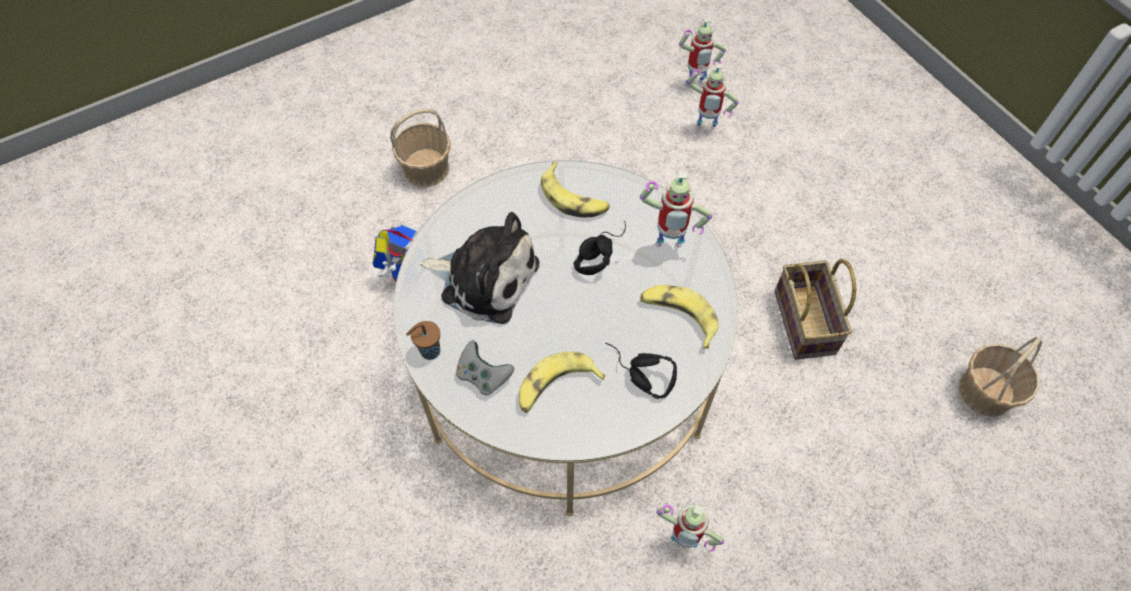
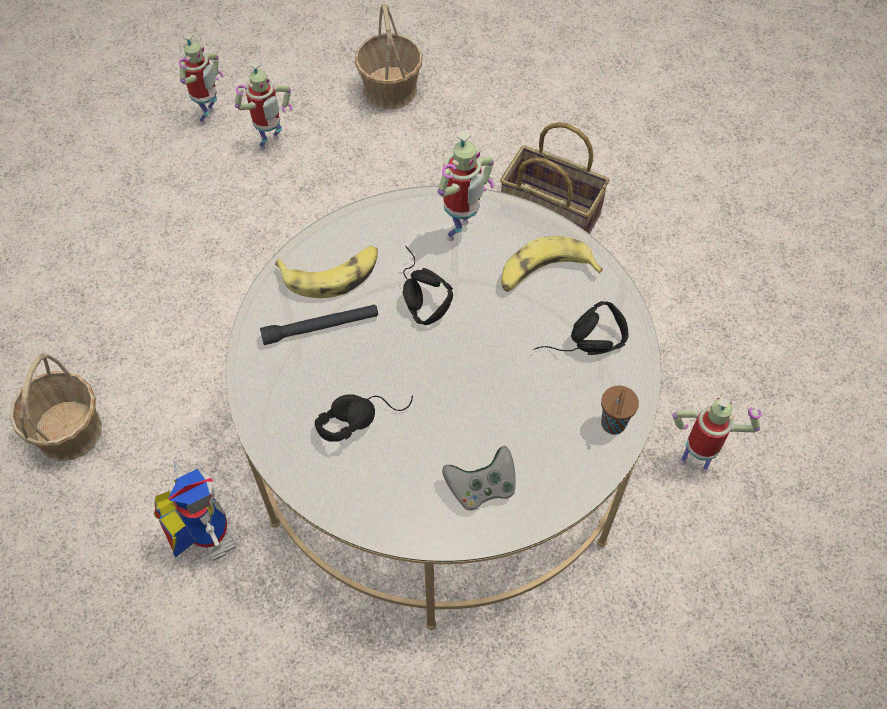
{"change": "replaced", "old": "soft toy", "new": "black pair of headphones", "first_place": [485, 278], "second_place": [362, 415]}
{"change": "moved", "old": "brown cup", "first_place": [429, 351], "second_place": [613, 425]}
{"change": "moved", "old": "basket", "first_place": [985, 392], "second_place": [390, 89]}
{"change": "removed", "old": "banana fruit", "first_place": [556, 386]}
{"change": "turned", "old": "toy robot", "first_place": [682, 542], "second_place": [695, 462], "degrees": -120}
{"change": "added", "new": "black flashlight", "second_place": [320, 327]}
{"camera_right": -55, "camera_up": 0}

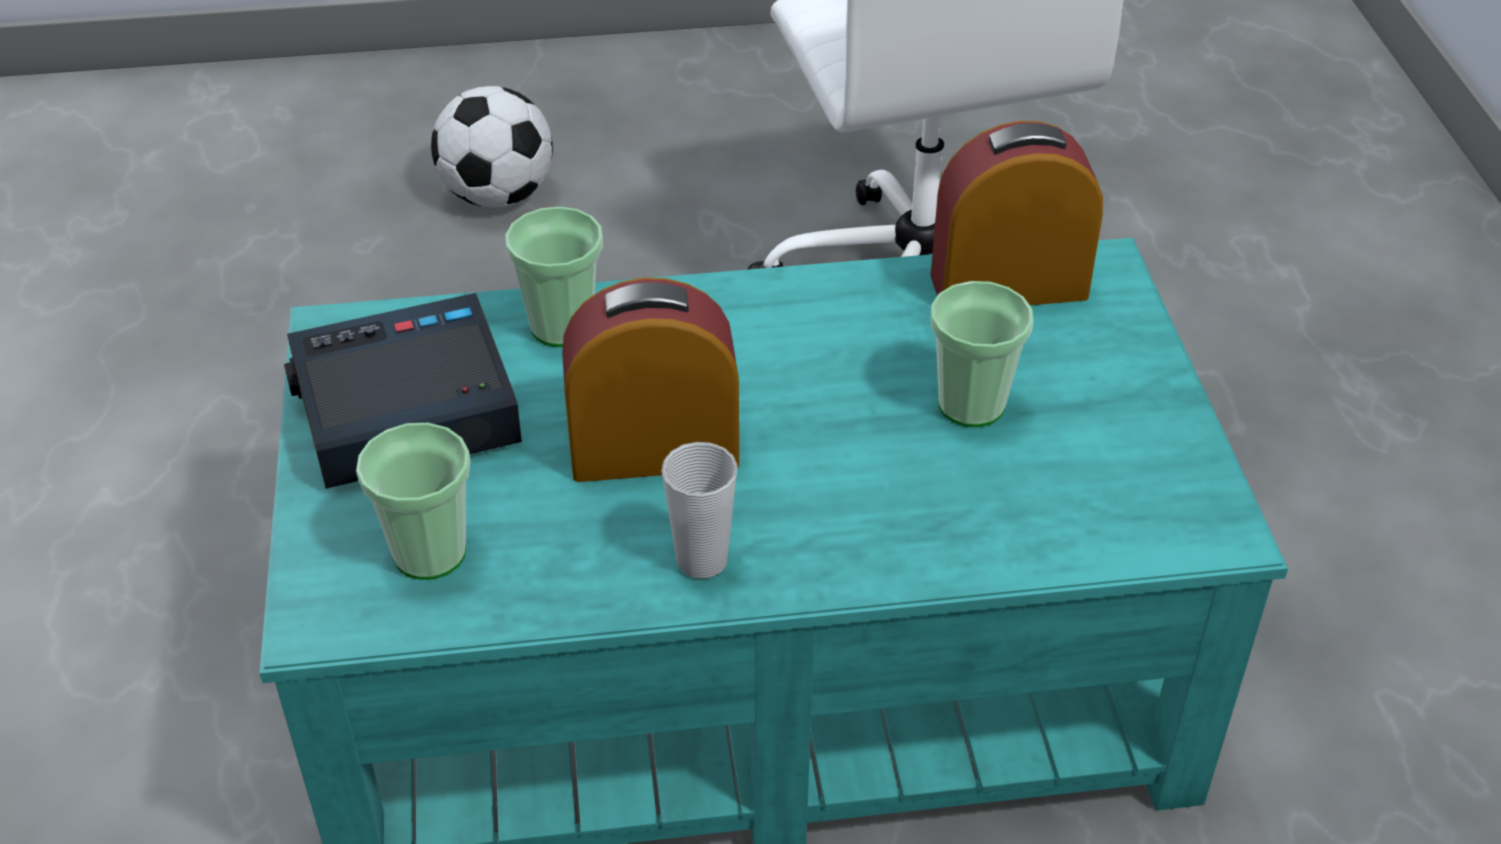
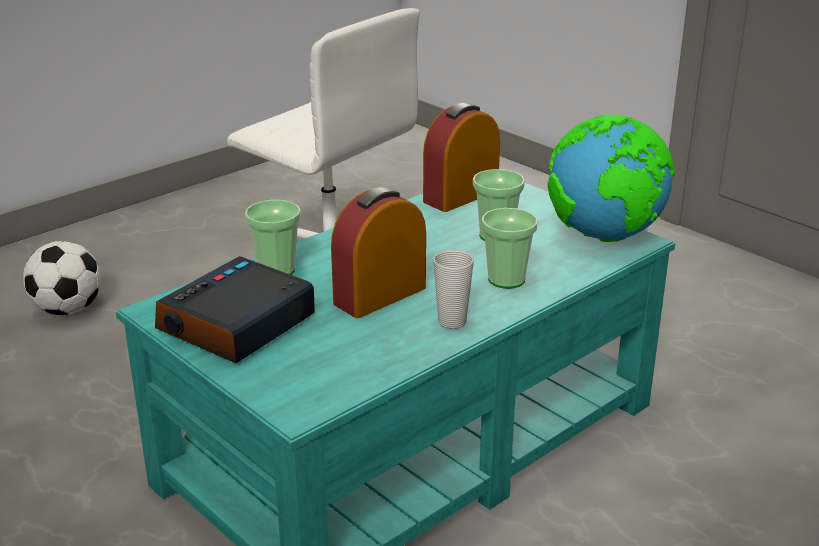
{"change": "moved", "old": "cup", "first_place": [429, 553], "second_place": [506, 279]}
{"change": "added", "new": "globe", "second_place": [606, 237]}
{"camera_right": -35, "camera_up": -15}

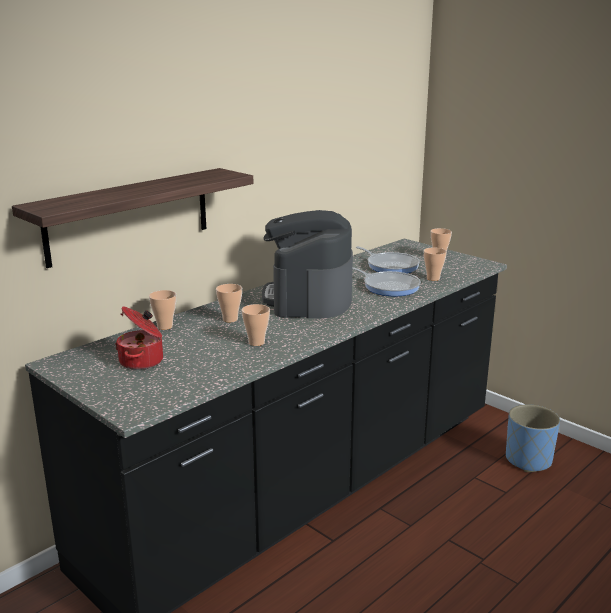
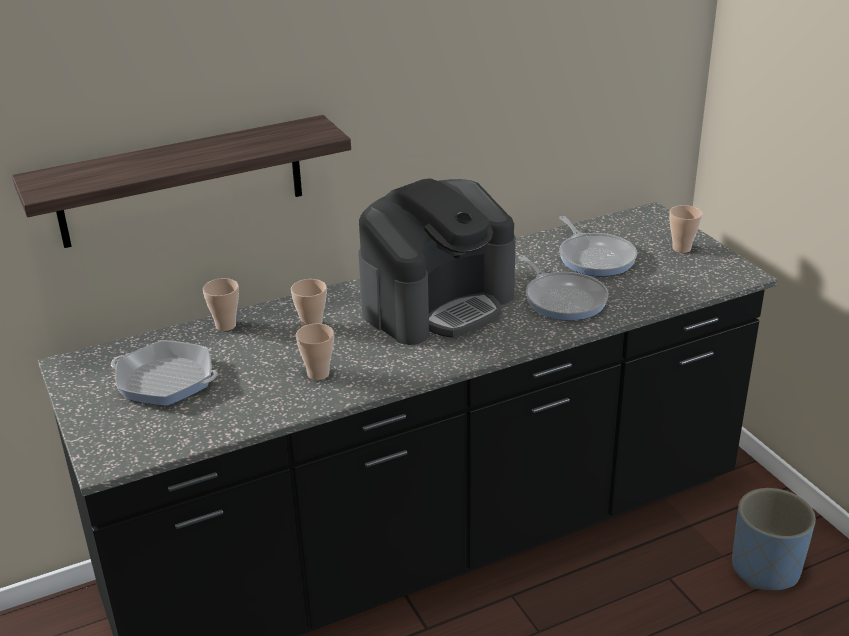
{"change": "turned", "old": "coffee maker", "first_place": [308, 298], "second_place": [437, 303], "degrees": -150}
{"change": "removed", "old": "cup", "first_place": [433, 278]}
{"change": "replaced", "old": "cooking pot", "new": "frying pan", "first_place": [143, 361], "second_place": [165, 380]}
{"camera_right": 20, "camera_up": 10}

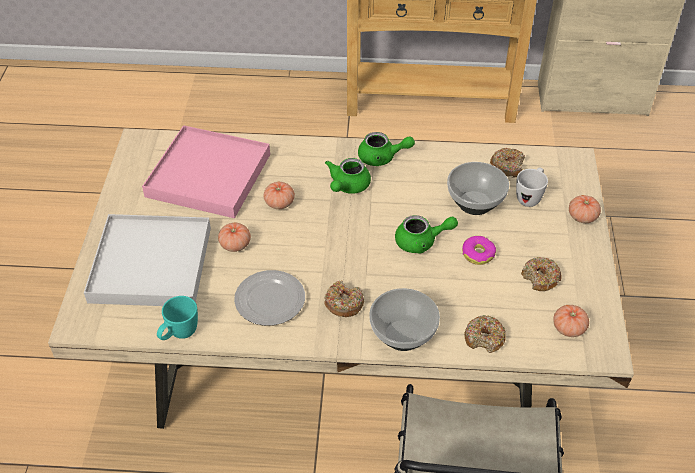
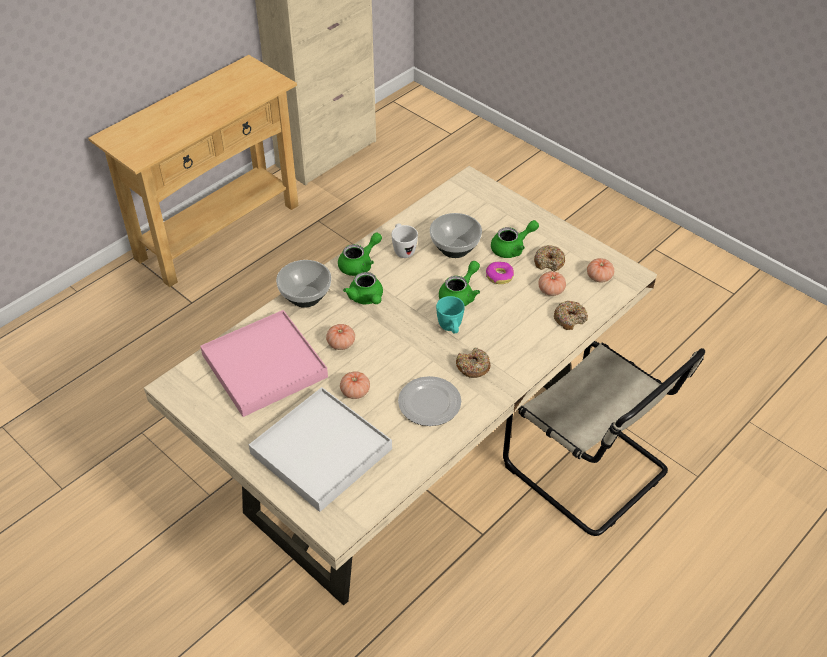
{"change": "removed", "old": "doughnut", "first_place": [507, 166]}
{"change": "moved", "old": "whitish coffee mug", "first_place": [530, 197], "second_place": [403, 250]}
{"change": "moved", "old": "fresh tomato", "first_place": [582, 217], "second_place": [551, 290]}
{"change": "moved", "old": "serving bowl", "first_place": [402, 334], "second_place": [305, 296]}
{"change": "moved", "old": "turquoise coffee mug", "first_place": [179, 335], "second_place": [451, 329]}
{"change": "added", "new": "greenish pot for tea", "second_place": [512, 248]}
{"camera_right": -50, "camera_up": 0}

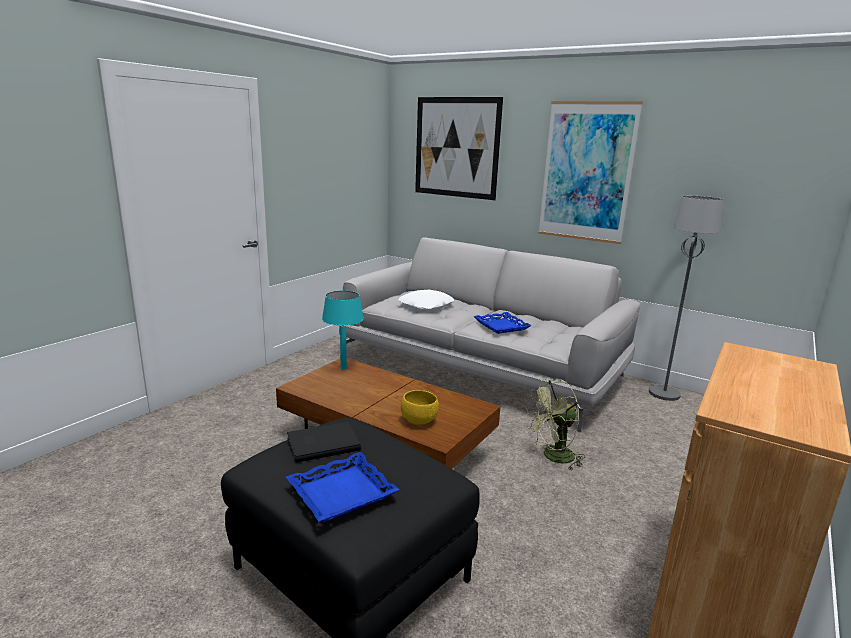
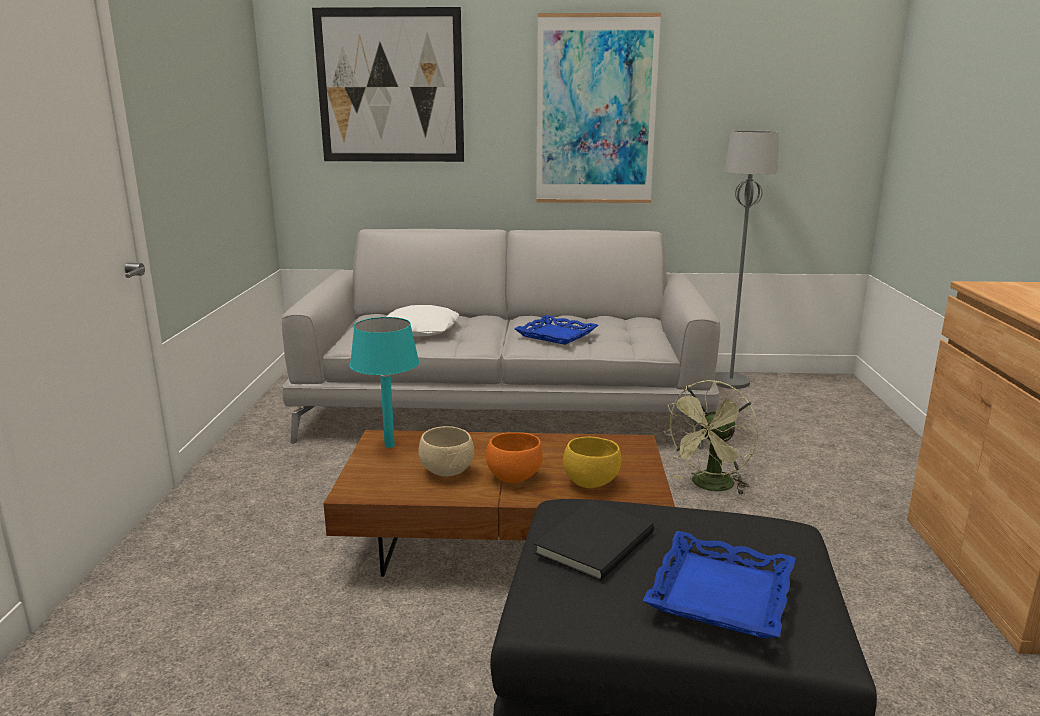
{"change": "added", "new": "sand-coloured serving bowl", "second_place": [448, 472]}
{"change": "added", "new": "orange serving bowl", "second_place": [513, 477]}
{"camera_right": -30, "camera_up": 0}

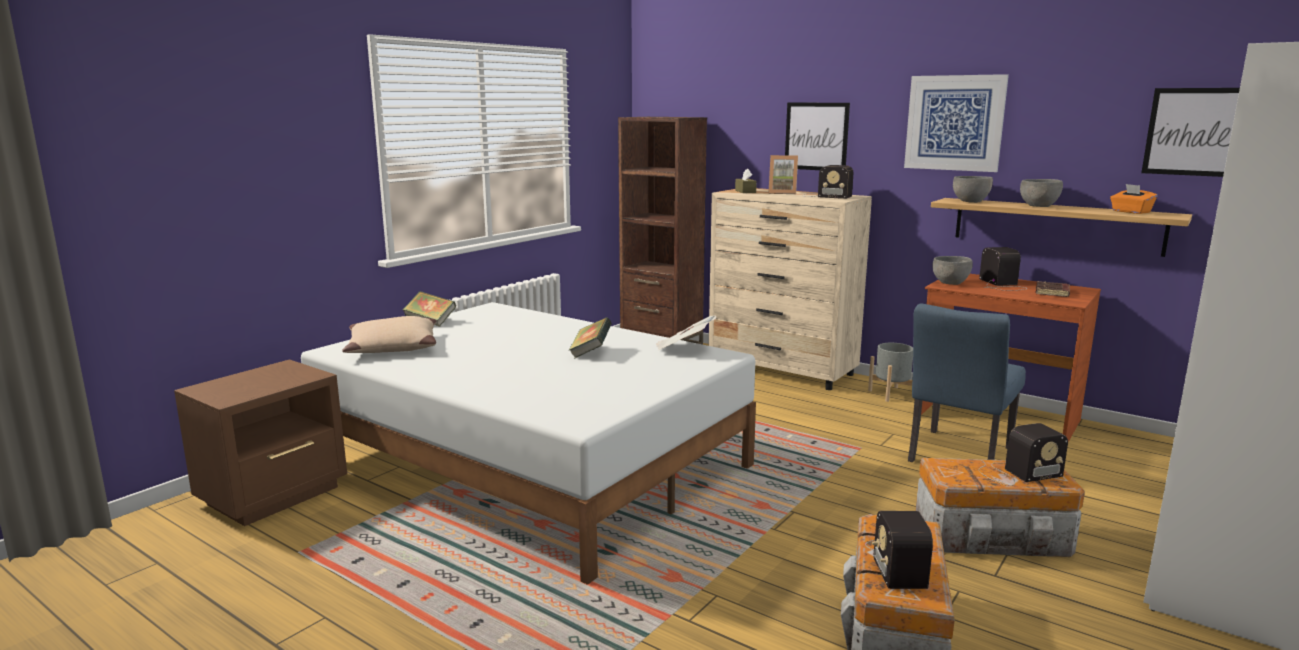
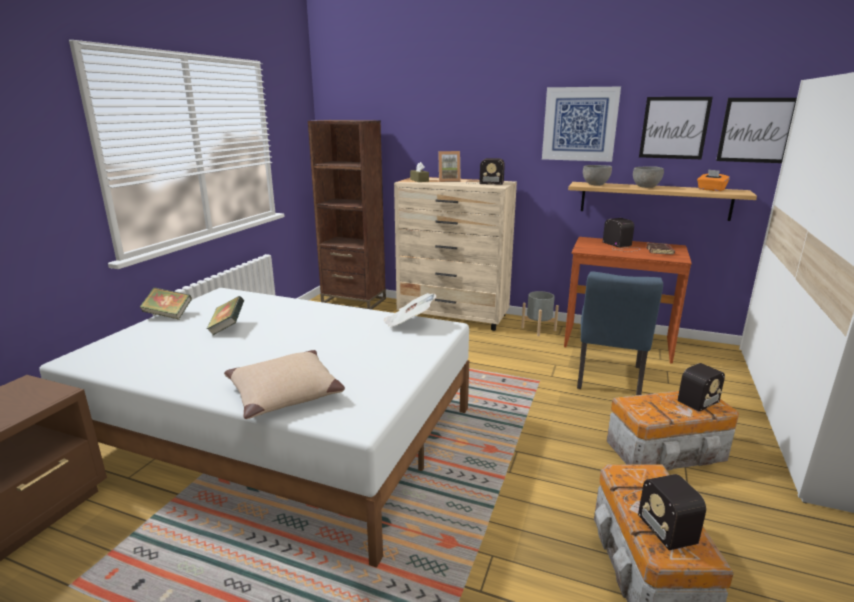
{"change": "moved", "old": "picture", "first_place": [816, 136], "second_place": [674, 128]}
{"change": "removed", "old": "gray serving bowl", "first_place": [950, 283]}
{"change": "moved", "old": "sand-coloured pillow", "first_place": [393, 347], "second_place": [285, 394]}
{"change": "moved", "old": "bound book", "first_place": [590, 352], "second_place": [227, 327]}
{"camera_right": -15, "camera_up": 5}

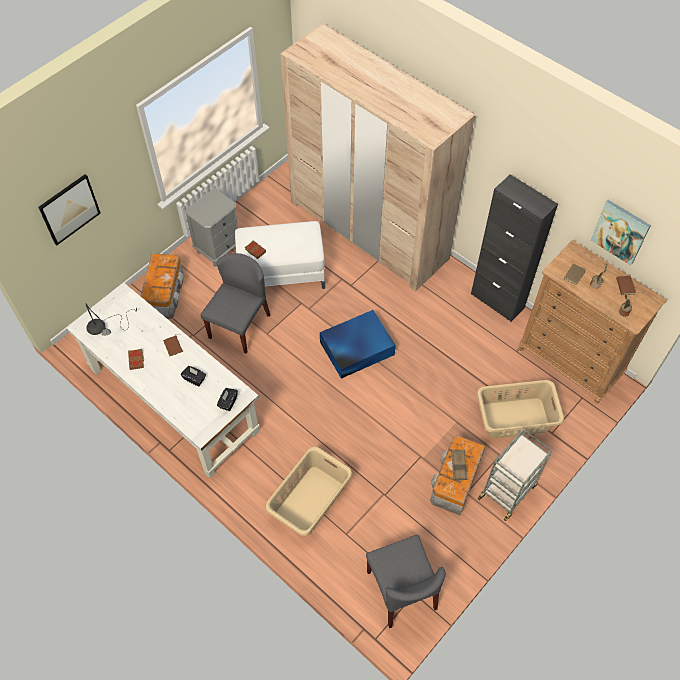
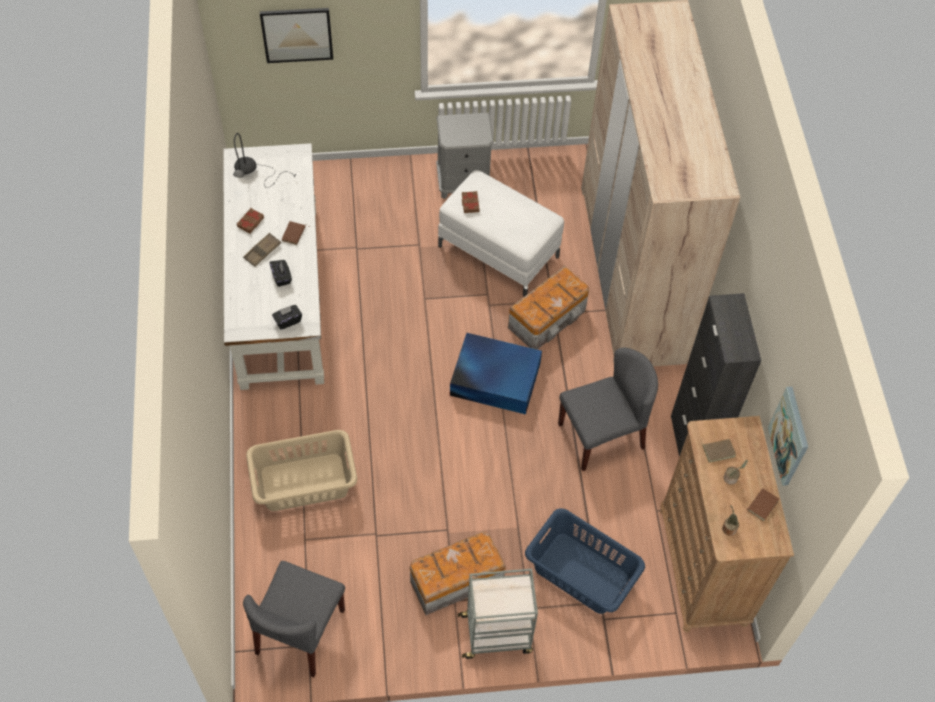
{"change": "moved", "old": "storage box", "first_place": [164, 293], "second_place": [548, 318]}
{"change": "moved", "old": "gray plain chair", "first_place": [239, 326], "second_place": [601, 435]}
{"change": "recoloured", "old": "sand-coloured washing basket", "new": "blue washing basket", "first_place": [514, 417], "second_place": [581, 572]}
{"change": "moved", "old": "brown carrying tray", "first_place": [459, 466], "second_place": [262, 251]}
{"camera_right": 40, "camera_up": 0}

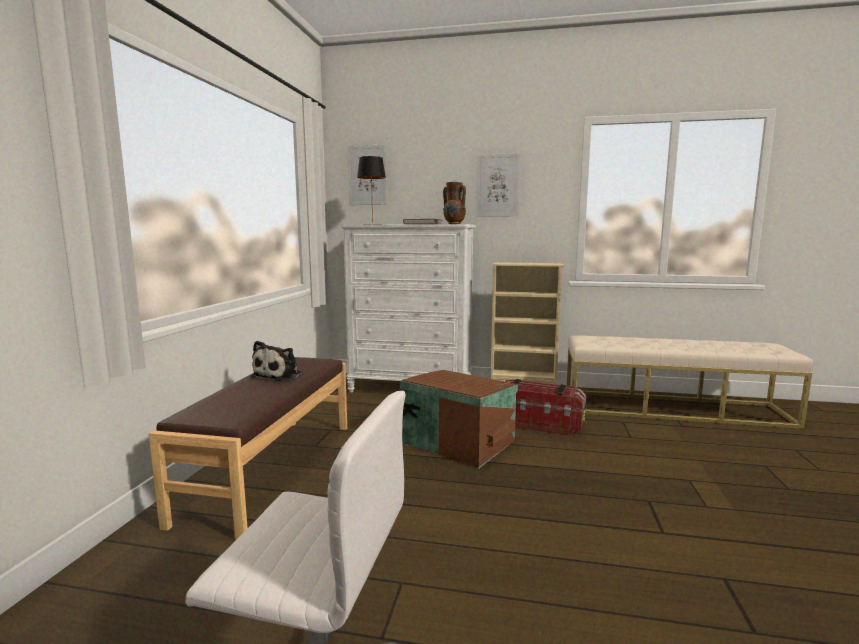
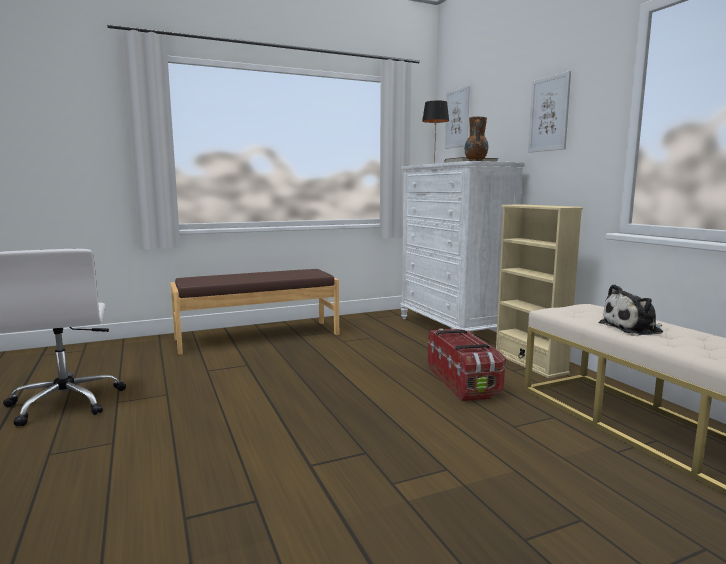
{"change": "moved", "old": "soft toy", "first_place": [279, 375], "second_place": [633, 328]}
{"change": "removed", "old": "brown storage box", "first_place": [458, 441]}
{"camera_right": 55, "camera_up": 0}

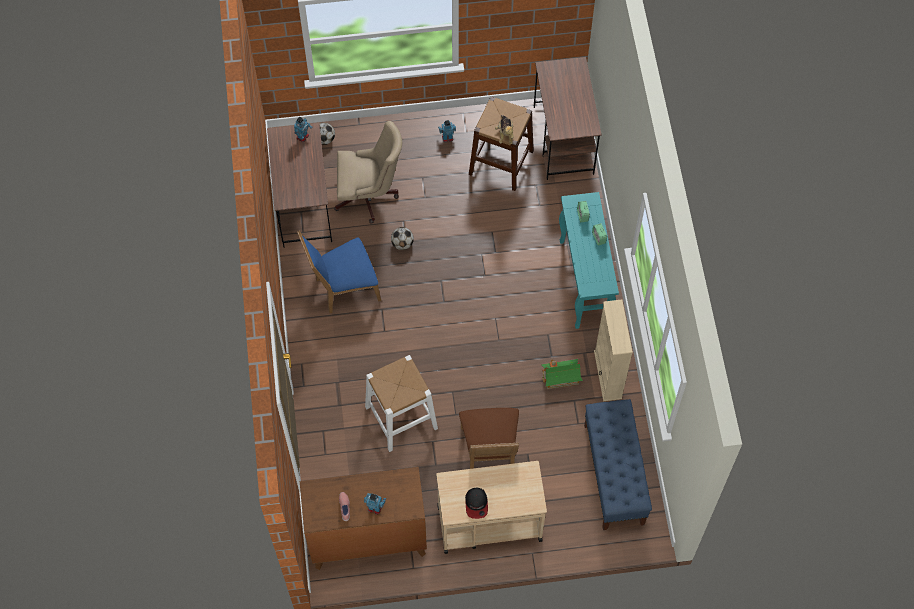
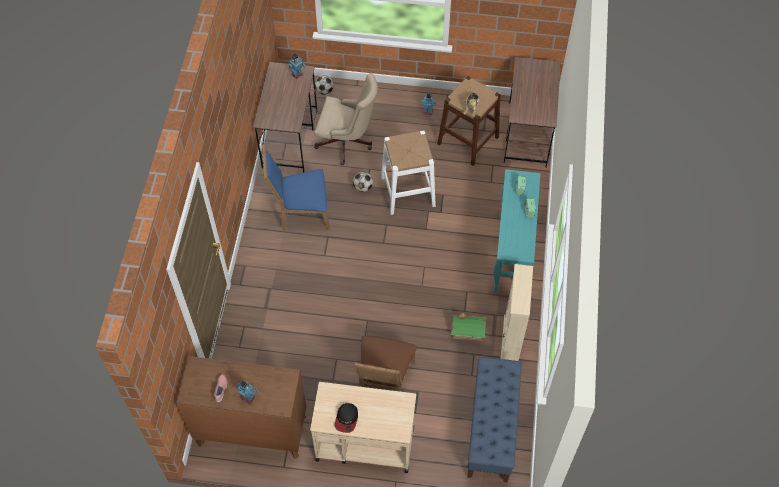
{"change": "moved", "old": "whitish stool seat", "first_place": [401, 417], "second_place": [407, 191]}
{"camera_right": 15, "camera_up": -5}

